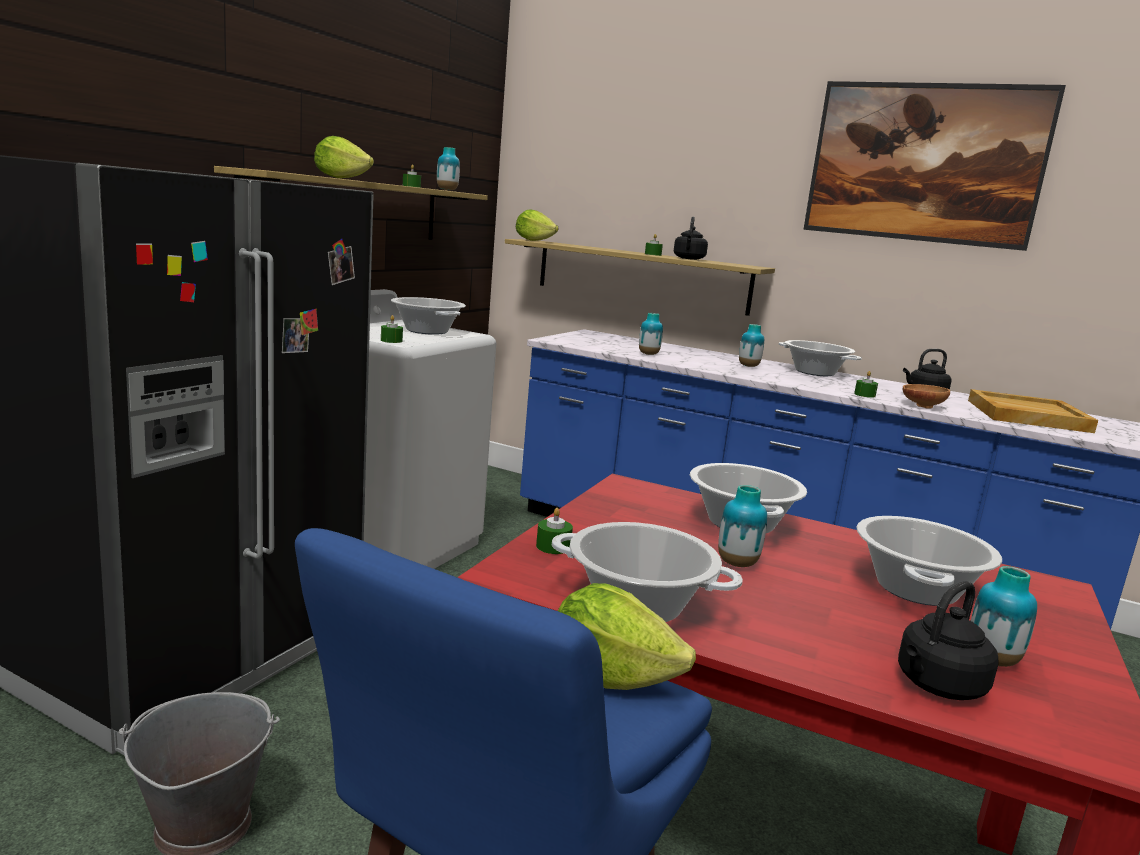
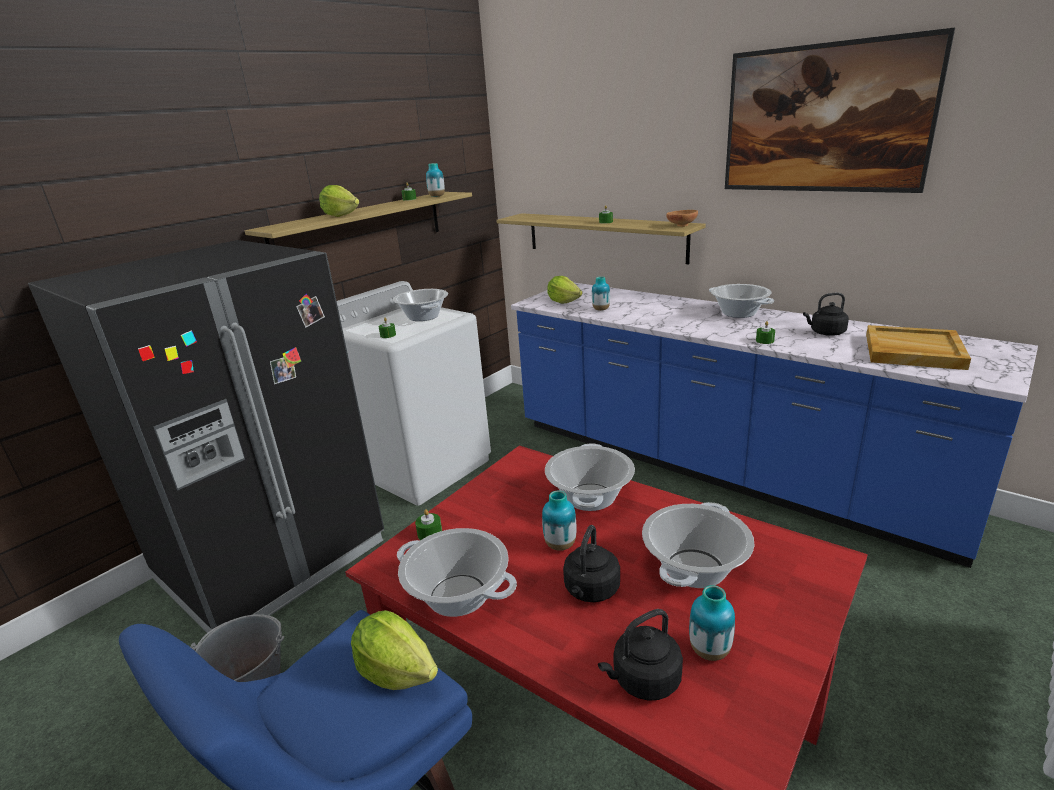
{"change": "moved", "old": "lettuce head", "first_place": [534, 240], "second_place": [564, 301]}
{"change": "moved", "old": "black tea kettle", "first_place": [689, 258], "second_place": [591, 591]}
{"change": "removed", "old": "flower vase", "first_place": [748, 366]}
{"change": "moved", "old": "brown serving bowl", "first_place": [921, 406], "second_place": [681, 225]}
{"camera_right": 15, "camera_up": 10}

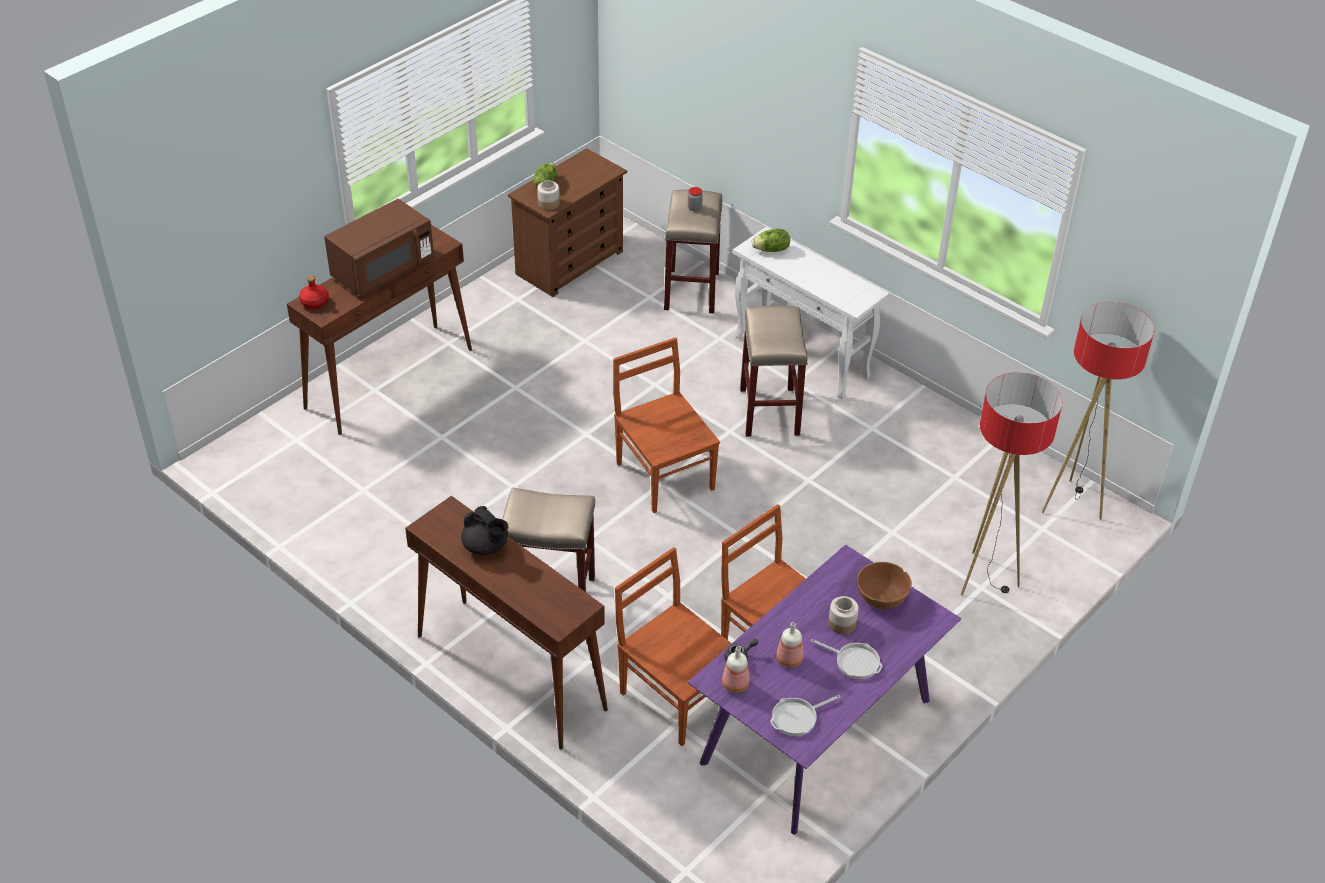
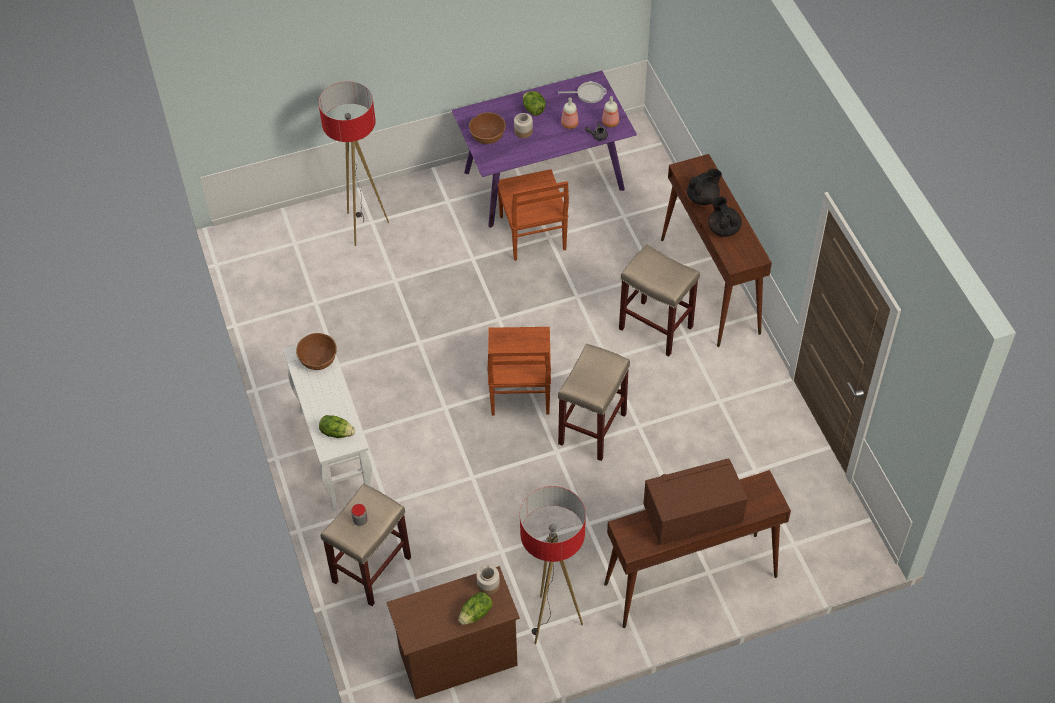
{"change": "removed", "old": "red-coloured bottle", "first_place": [314, 302]}
{"change": "moved", "old": "standing lamp", "first_place": [1071, 504], "second_place": [552, 622]}
{"change": "moved", "old": "sand-coloured stool seat", "first_place": [768, 411], "second_place": [592, 430]}
{"change": "removed", "old": "brown plain chair", "first_place": [676, 695]}
{"change": "replaced", "old": "frying pan", "new": "lettuce head", "first_place": [854, 661], "second_place": [533, 109]}
{"change": "added", "new": "black pot for tea", "second_place": [703, 198]}
{"change": "added", "new": "brown serving bowl", "second_place": [318, 360]}
{"camera_right": -150, "camera_up": 10}

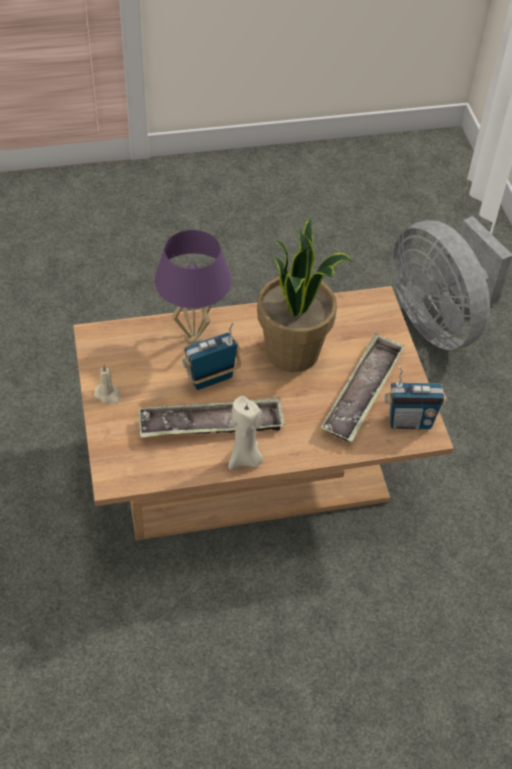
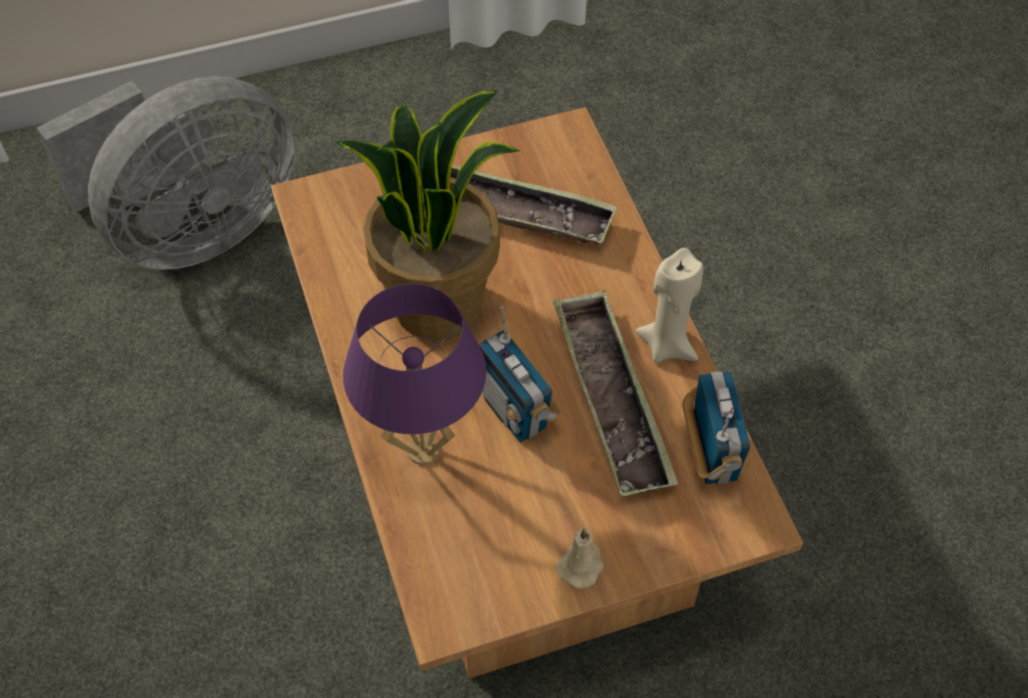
{"change": "moved", "old": "radio", "first_place": [409, 421], "second_place": [711, 454]}
{"camera_right": -95, "camera_up": 5}

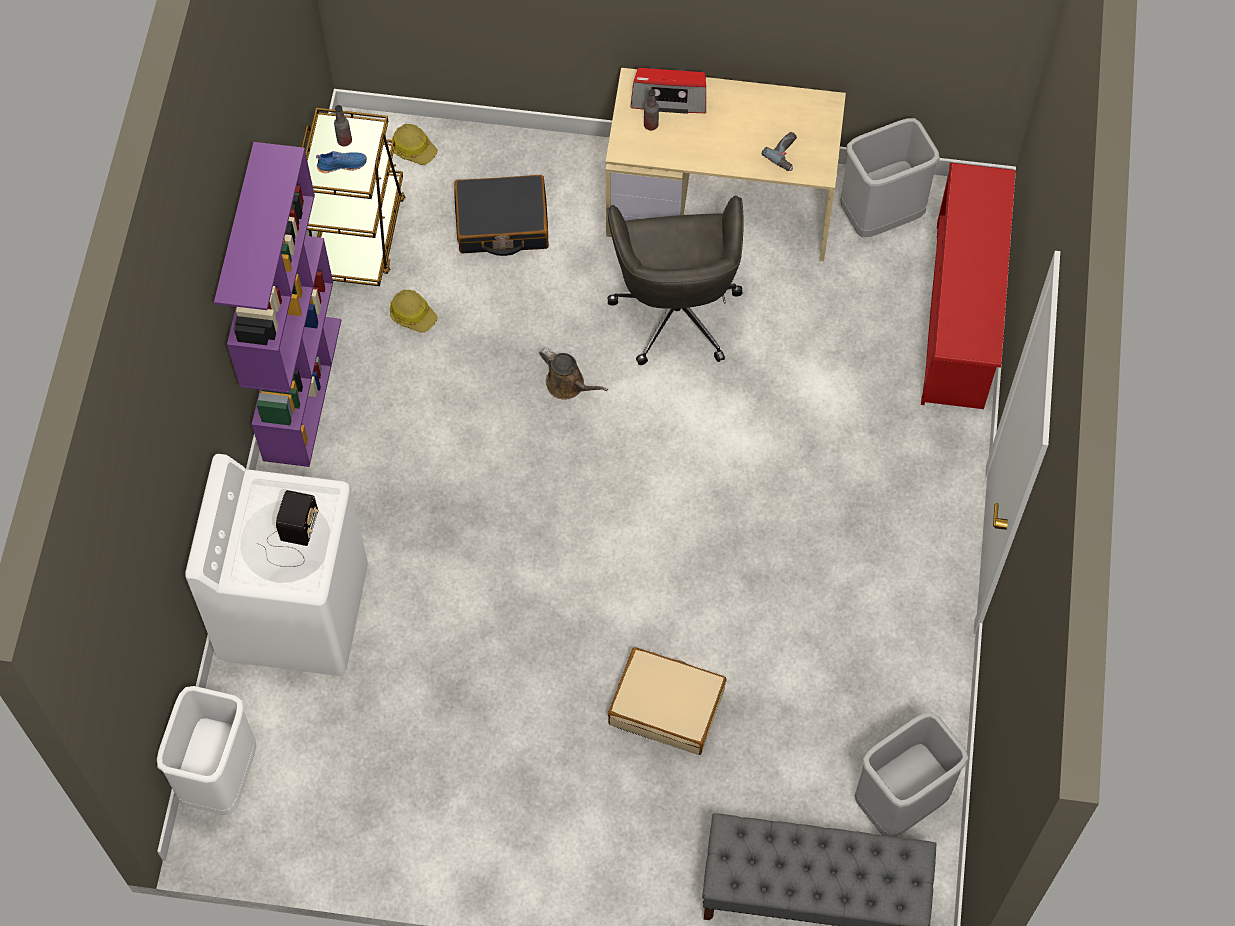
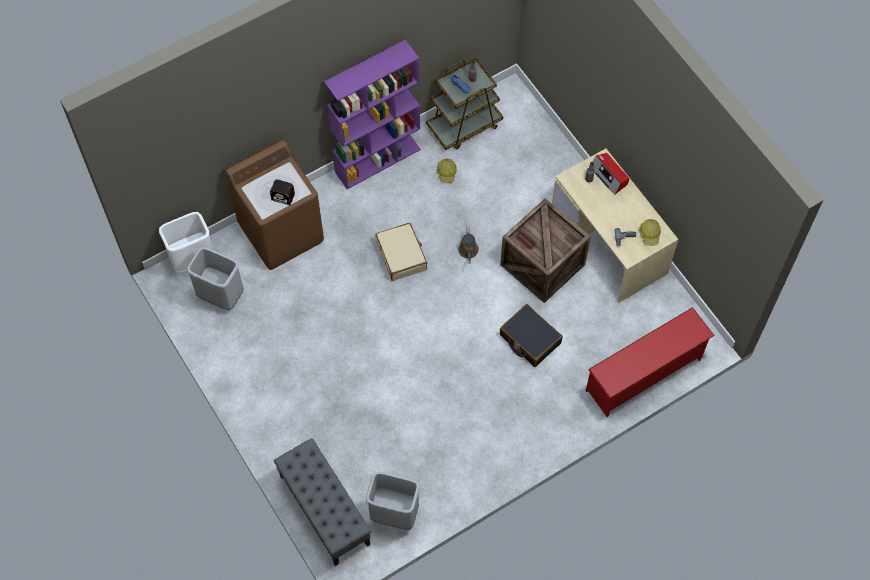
{"change": "moved", "old": "gray trash can", "first_place": [881, 217], "second_place": [220, 296]}
{"change": "moved", "old": "work helmet", "first_place": [414, 148], "second_place": [650, 234]}
{"change": "moved", "old": "black suitcase", "first_place": [502, 223], "second_place": [530, 339]}
{"change": "replaced", "old": "gray desk chair", "new": "packing crate", "first_place": [676, 309], "second_place": [541, 264]}
{"change": "recoloured", "old": "whitish laundry machine", "new": "brown laundry machine", "first_place": [294, 611], "second_place": [282, 232]}
{"change": "turned", "old": "radio", "first_place": [292, 538], "second_place": [276, 193], "degrees": 45}
{"change": "moved", "old": "sand-coloured suitcase", "first_place": [667, 706], "second_place": [401, 255]}
{"camera_right": 50, "camera_up": 0}

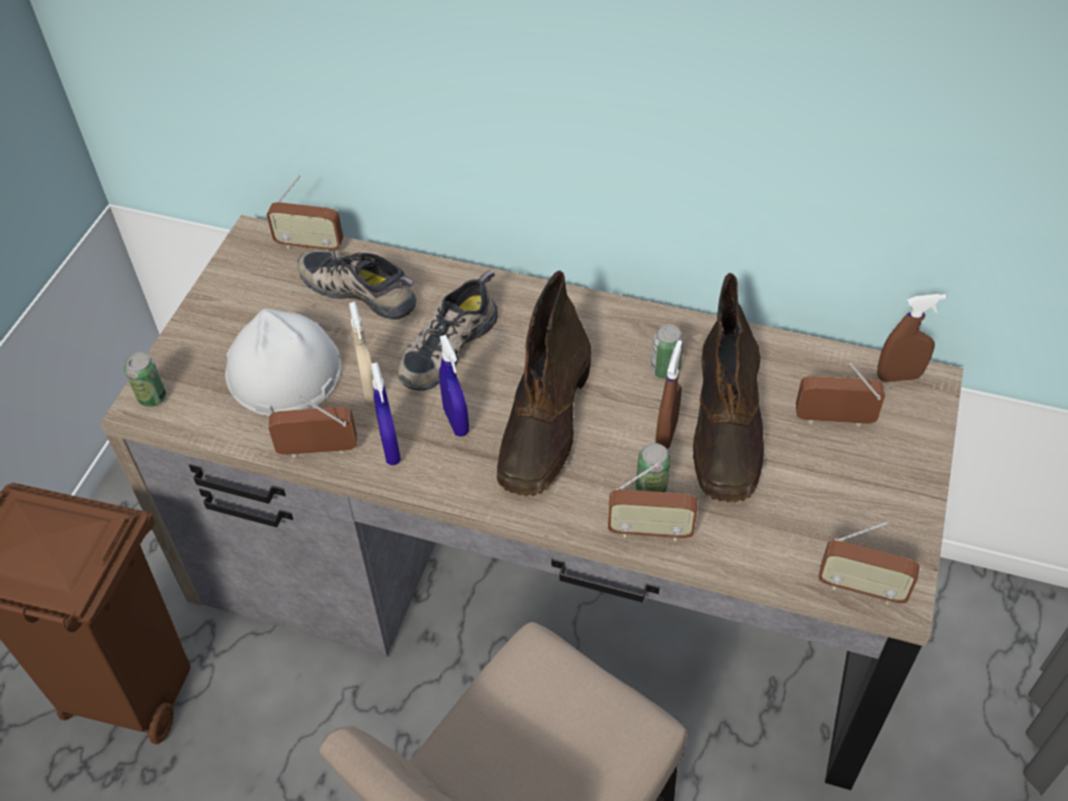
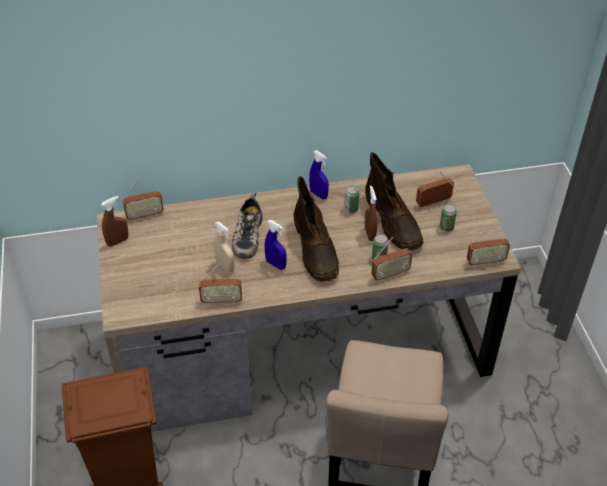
{"change": "removed", "old": "low shoe", "first_place": [361, 289]}
{"change": "moved", "old": "brown sprayer", "first_place": [899, 376], "second_place": [117, 241]}
{"change": "removed", "old": "whitish work helmet", "first_place": [283, 370]}
{"change": "moved", "old": "metal can", "first_place": [152, 397], "second_place": [446, 227]}
{"change": "moved", "old": "blue sprayer", "first_place": [390, 449], "second_place": [318, 194]}
{"change": "turned", "old": "radio", "first_place": [318, 450], "second_place": [221, 300], "degrees": -150}
{"camera_right": -30, "camera_up": -5}

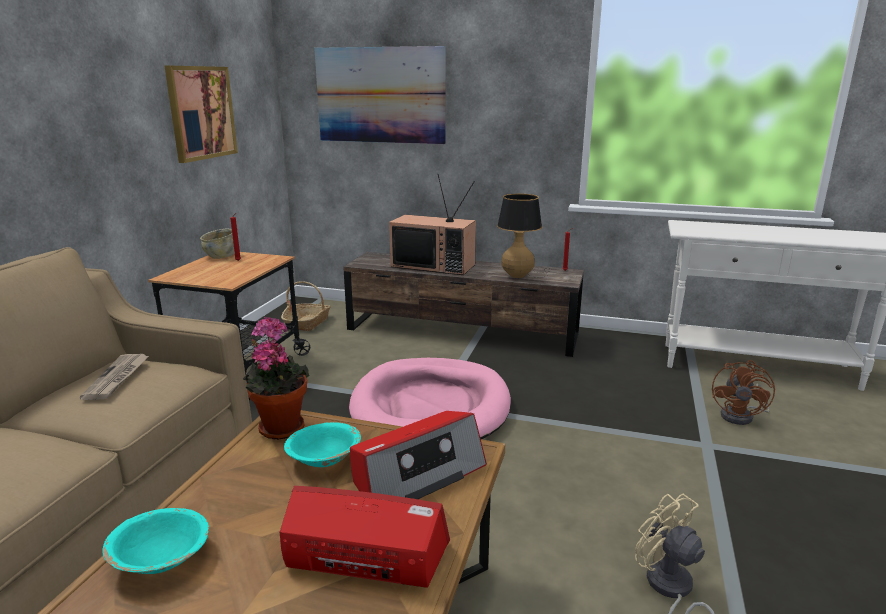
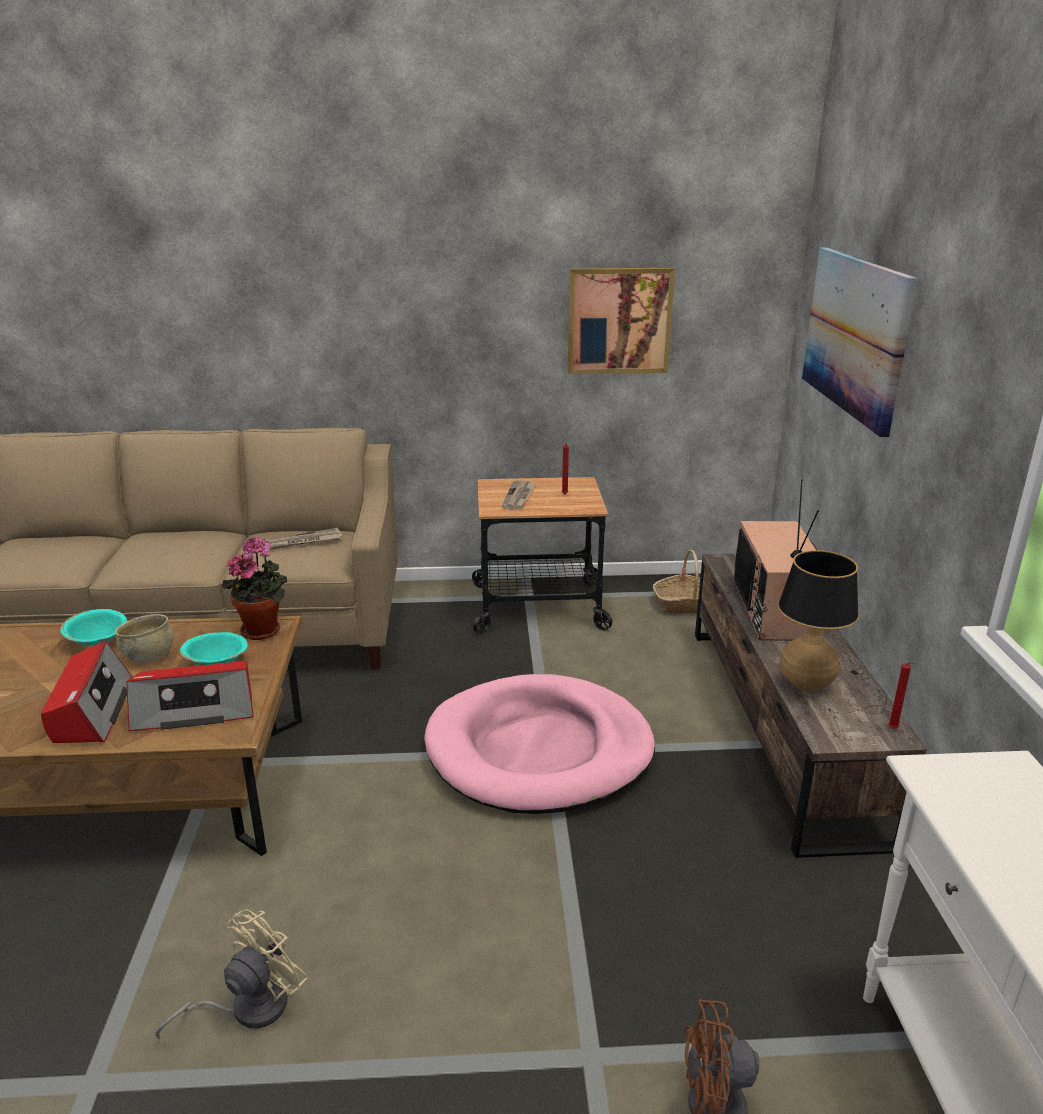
{"change": "moved", "old": "sand-coloured serving bowl", "first_place": [221, 256], "second_place": [149, 656]}
{"change": "turned", "old": "radio", "first_place": [417, 474], "second_place": [195, 709], "degrees": -45}
{"change": "added", "new": "printed paper", "second_place": [519, 497]}
{"camera_right": 70, "camera_up": 5}

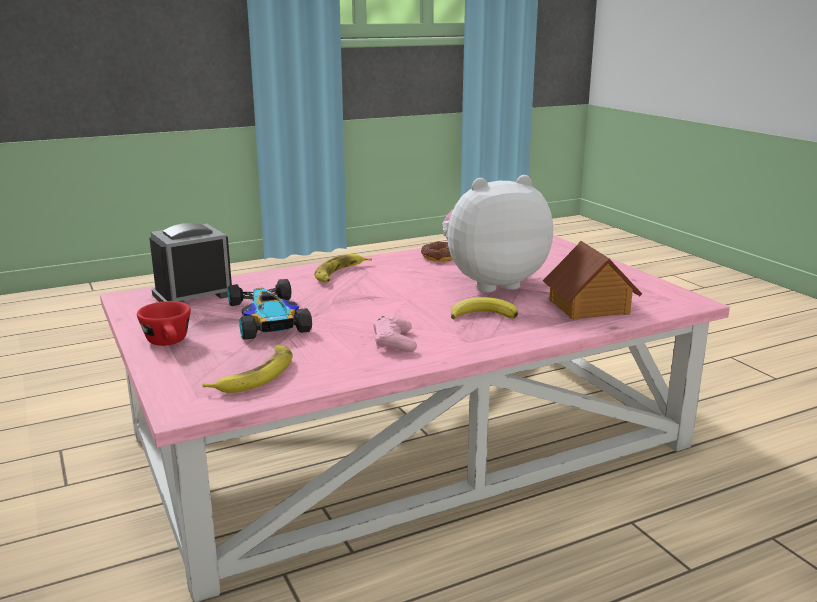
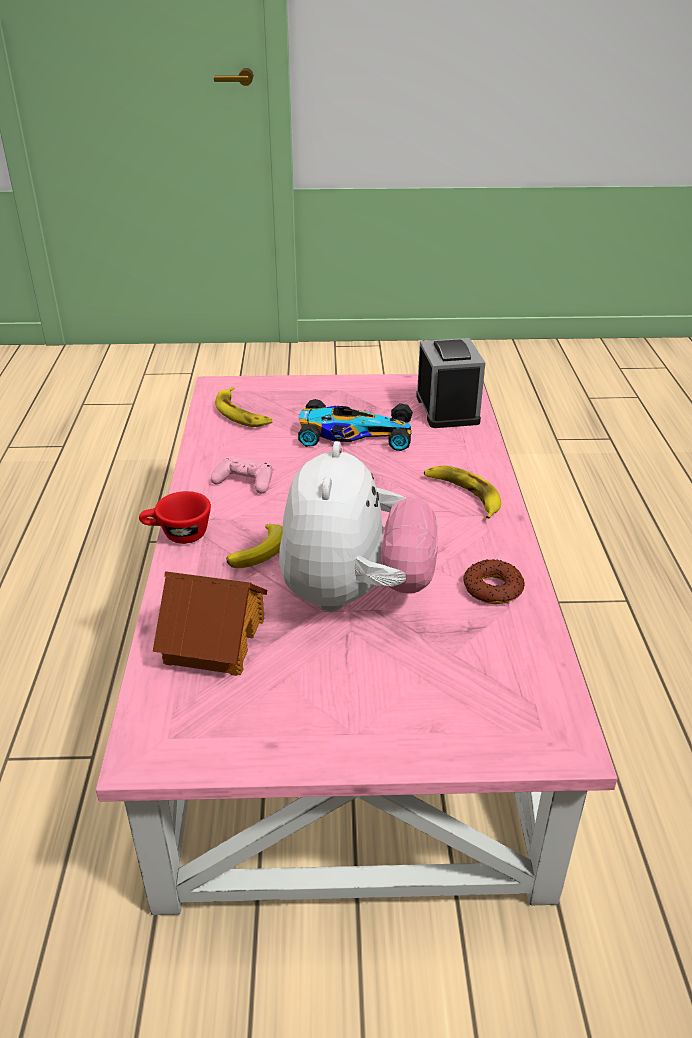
{"change": "moved", "old": "red-coloured cup", "first_place": [169, 343], "second_place": [177, 535]}
{"camera_right": 115, "camera_up": 15}

